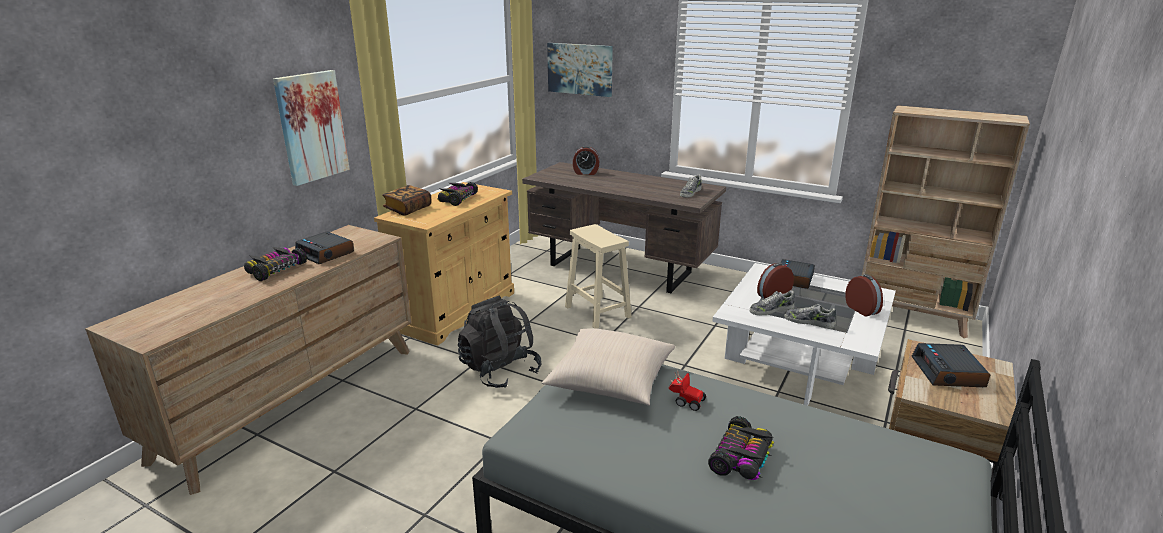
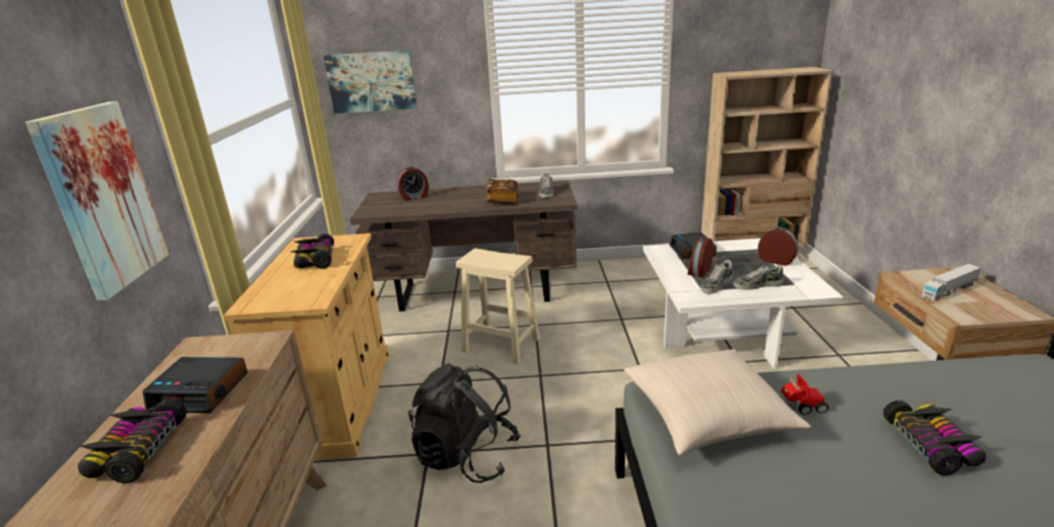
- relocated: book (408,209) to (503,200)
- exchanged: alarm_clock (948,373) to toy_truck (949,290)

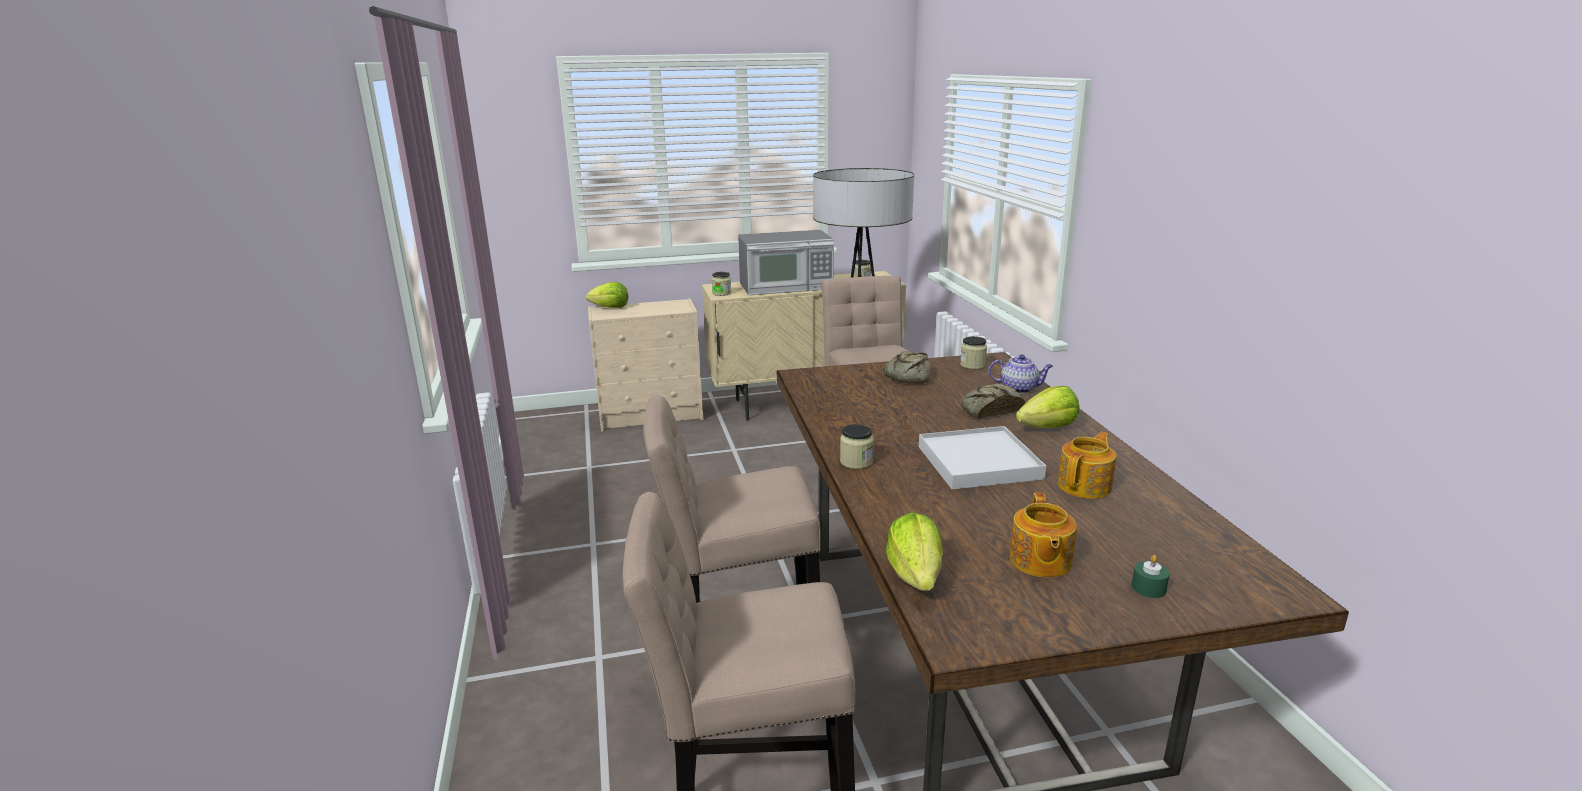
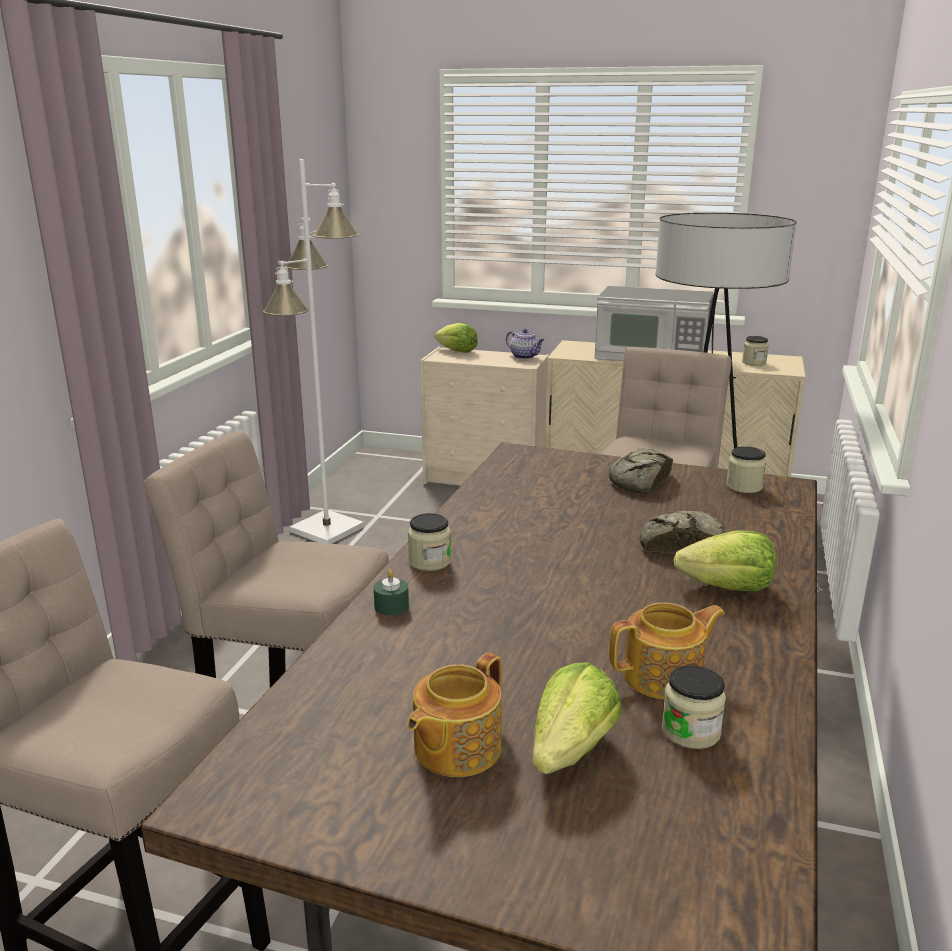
- appeared: white_floor_lamp (327,530)
- relocated: green_candle (1148,588) to (391,606)
- relocated: teapot (1019,389) to (525,356)
- relocated: lettuce (916,576) to (571,751)
- relocated: jar (721,293) to (691,731)
- missing: white_tray (979,462)

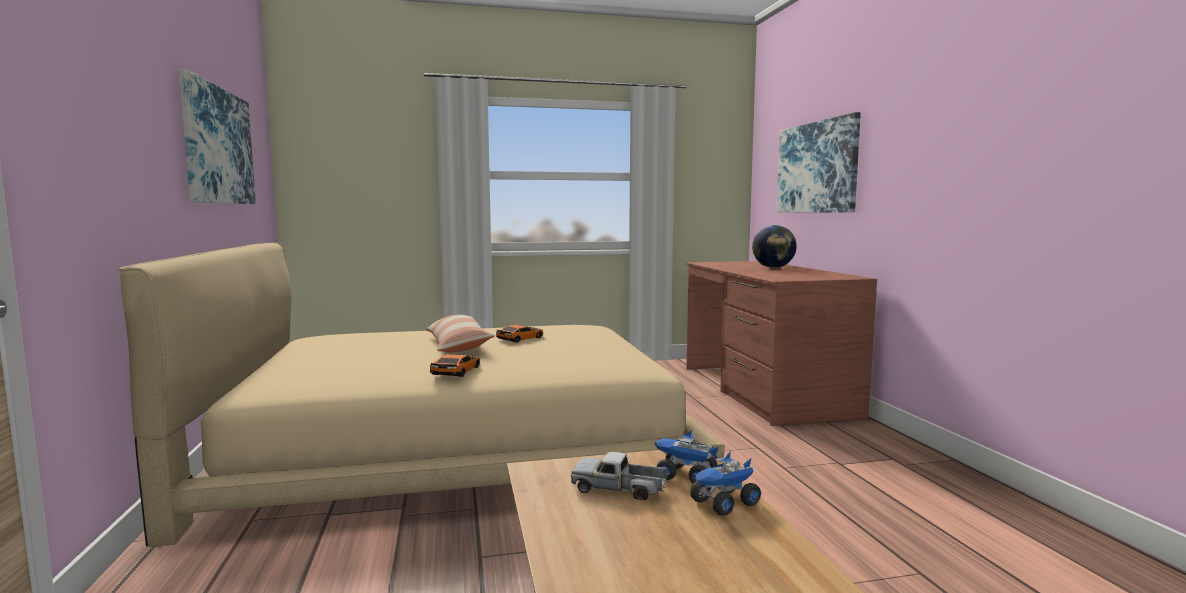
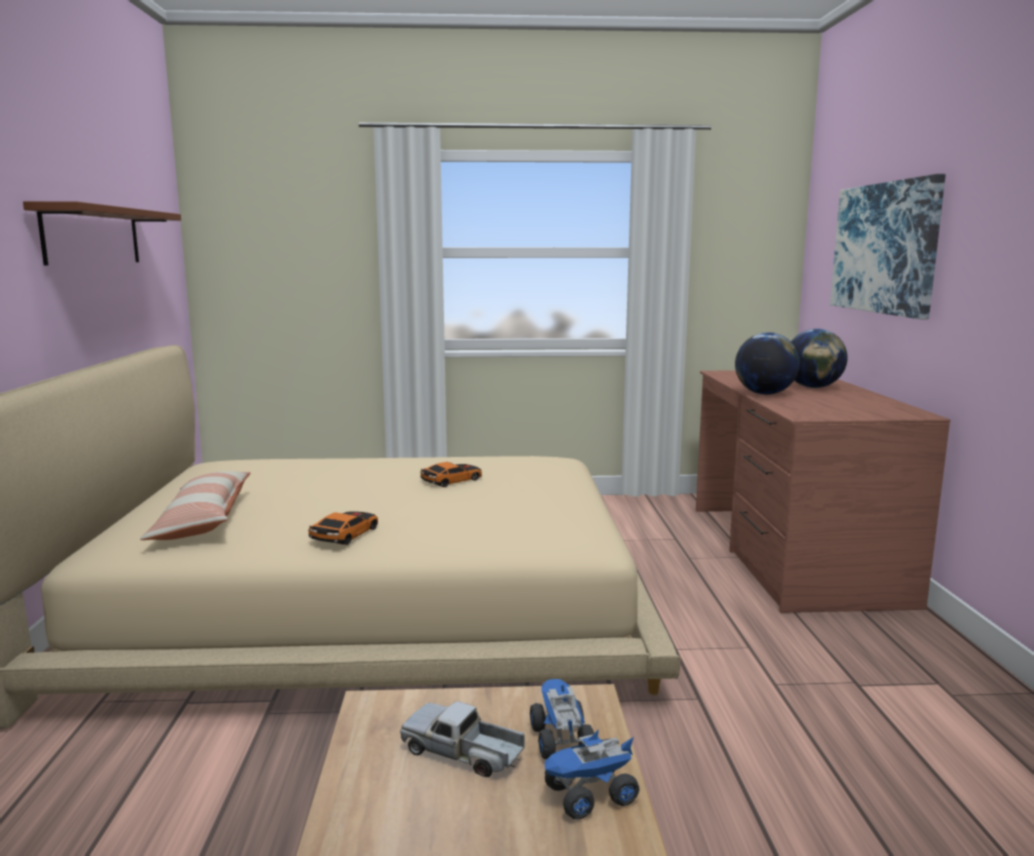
- exchanged: picture (218,146) to brown_shelf (93,236)
- relocated: pillow (457,345) to (203,521)
- spun: toy_truck (685,476) = (560,739) 45 degrees clockwise
- appeared: globe (764,394)

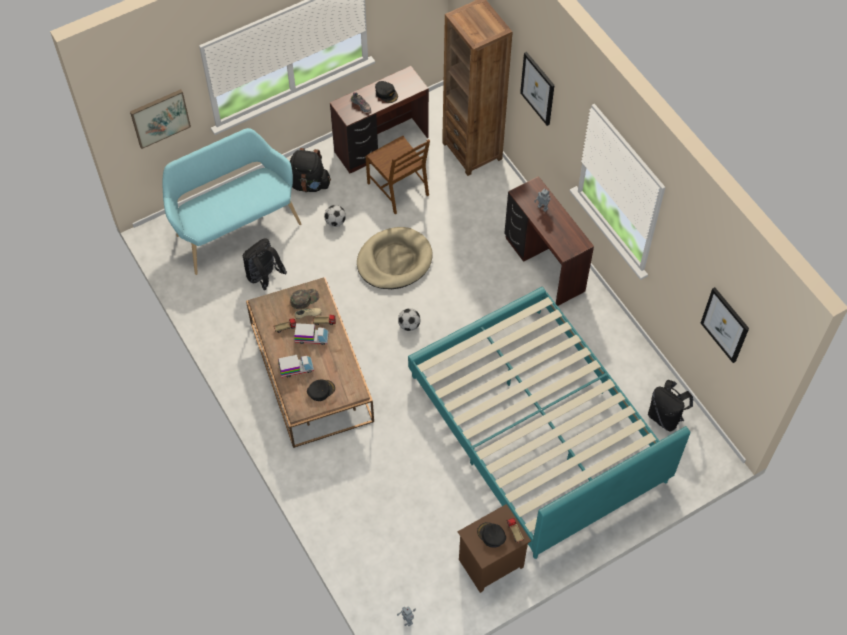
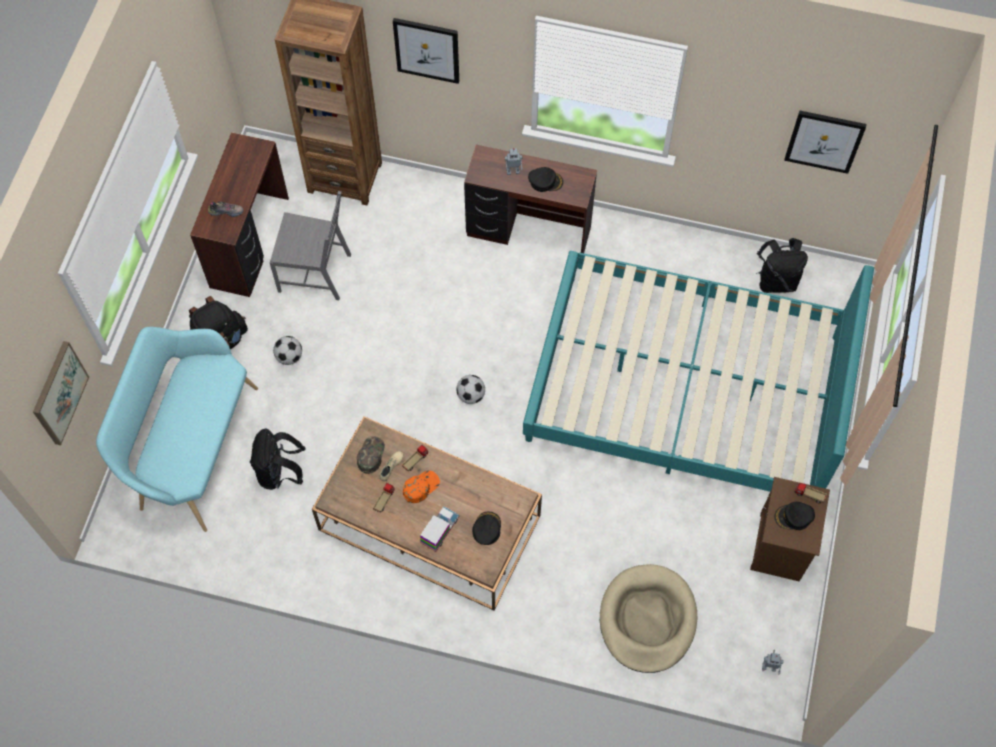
- colour: brown_chair (399,189) to grey_chair (315,272)
- exchanged: toy_truck (311,338) to orange_cap (420,487)
- relocated: black_cap (386,93) to (545,181)
- relocated: beige_dog_bed (394,261) to (647,619)

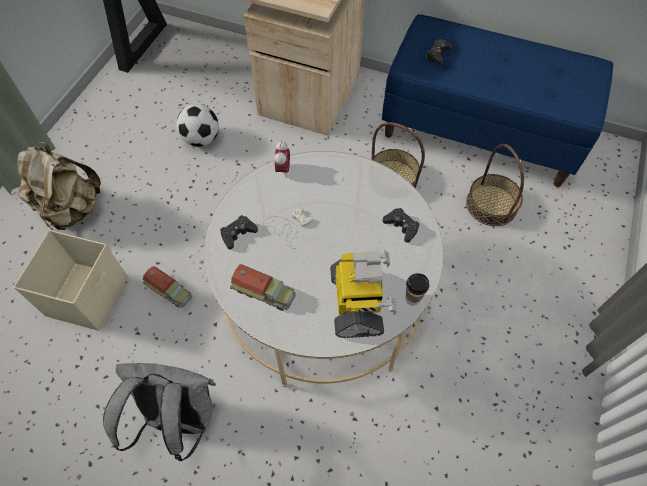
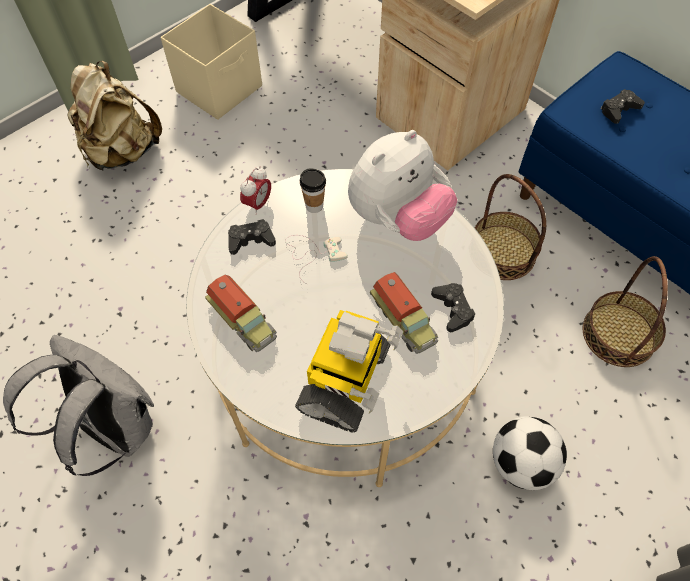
- relocated: beige_storage_box (88,295) to (220,89)
- relocated: alarm_clock (283,169) to (258,204)
- relocated: cup (412,298) to (314,206)
- appeared: plush_toy (398,218)
- relocated: toy_truck (169,291) to (403,320)
- relocated: football (201,139) to (521,463)

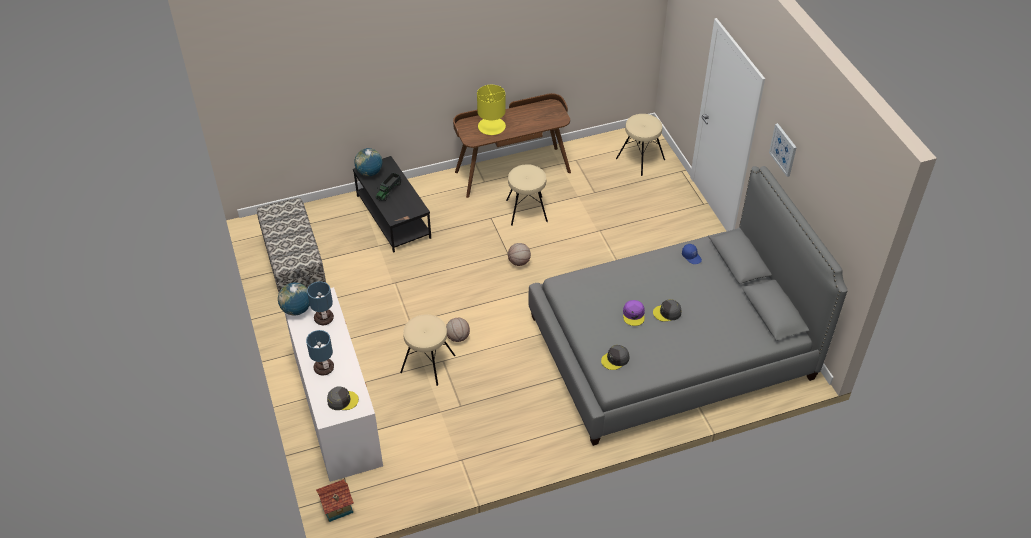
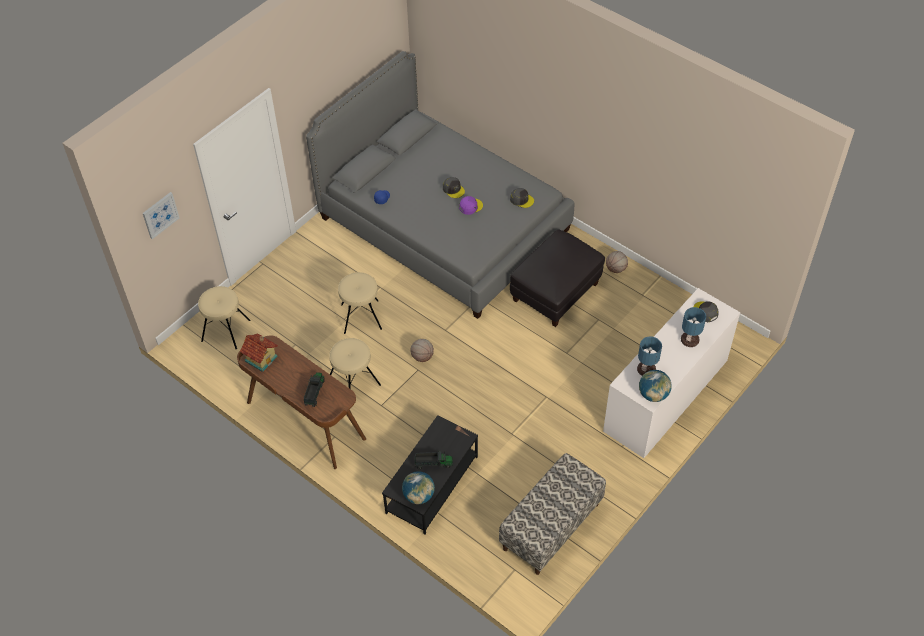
- relocated: picture (783,149) to (160,215)
- relocated: toy_house (337,507) to (261,358)
- exchanged: yellow_table_lamp (491,126) to toy_truck (314,392)
- relocated: beige_stool (428,364) to (361,316)
- appeared: black_ottoman (555,292)
- relocated: basketball (457,337) to (616,269)

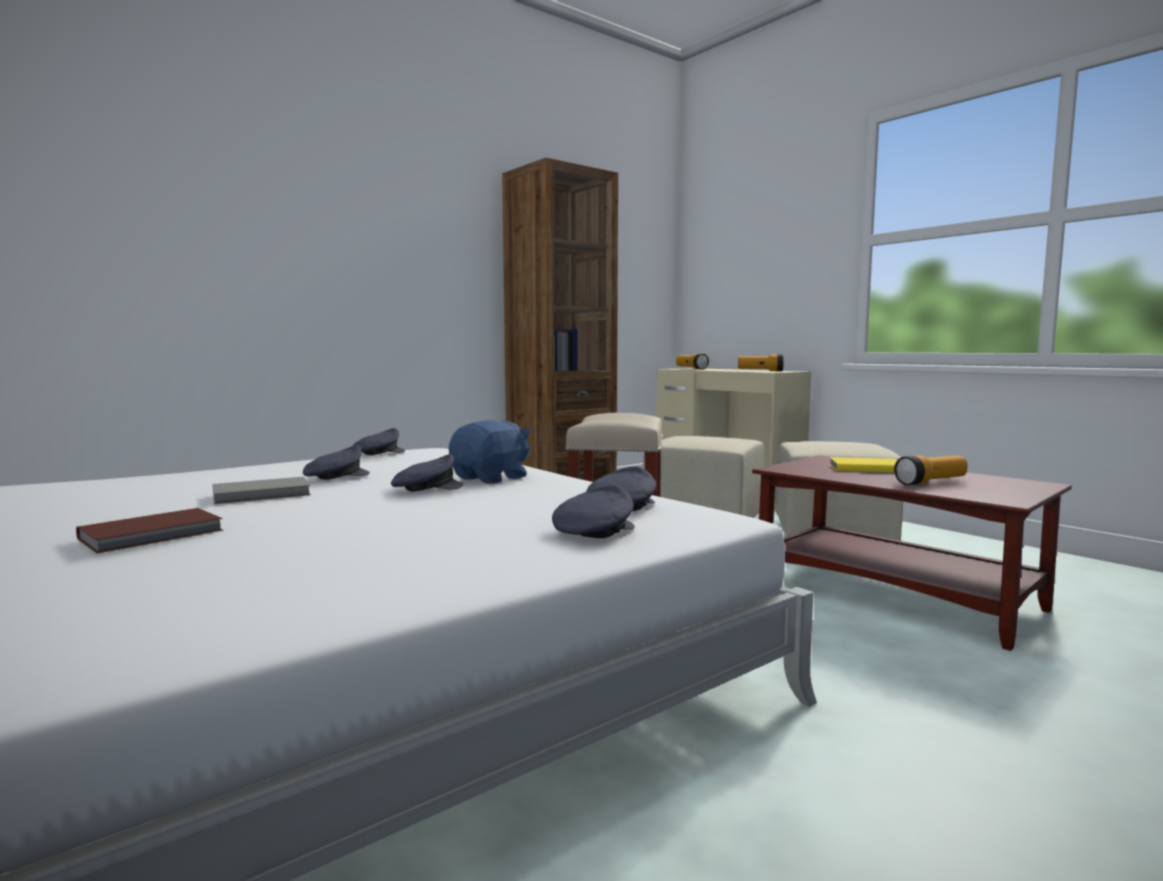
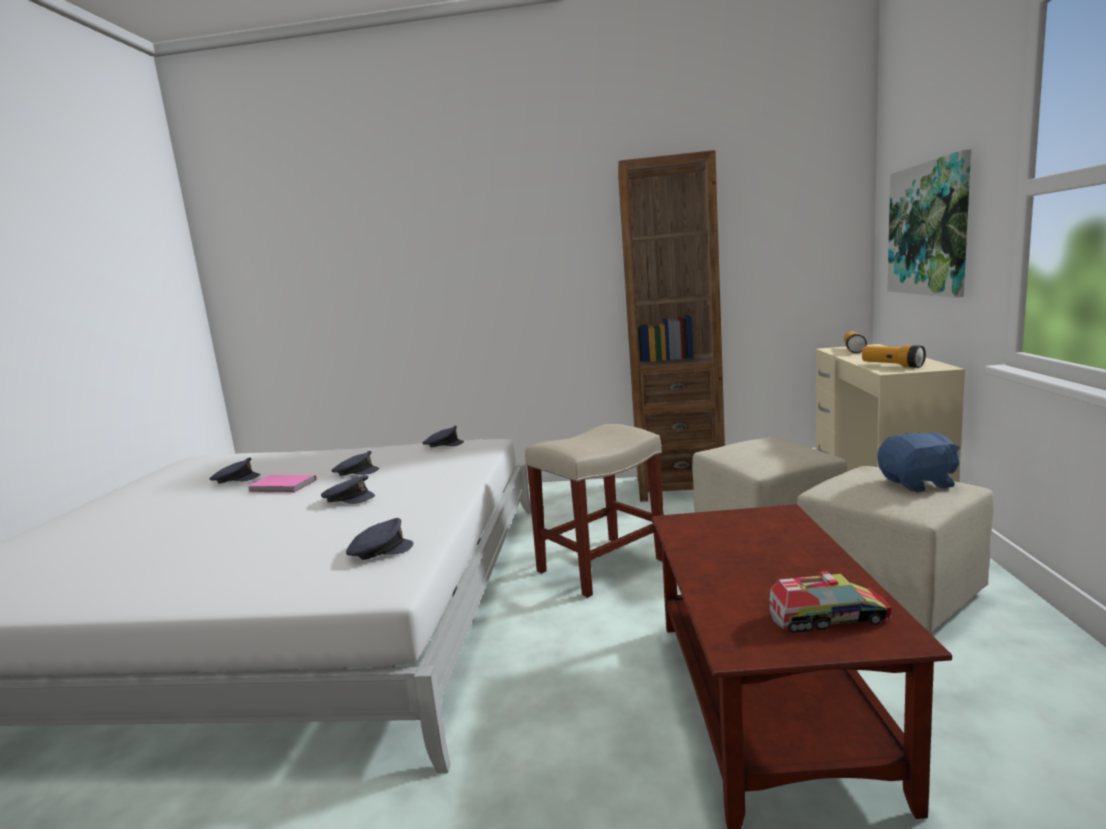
- relocated: grey_cap (594,532) to (235,479)
- colour: grey_book (263,494) to pink_book (282,486)
- appeared: toy_truck (828,618)
- relocated: blue_plush_toy (492,478) to (918,483)
- appeared: picture (929,229)
- missing: brown_book (154,534)
- missing: yellow_book (865,468)
- missing: flashlight (931,482)

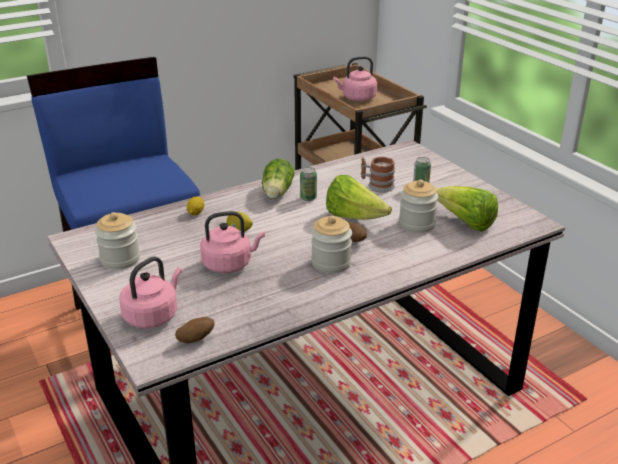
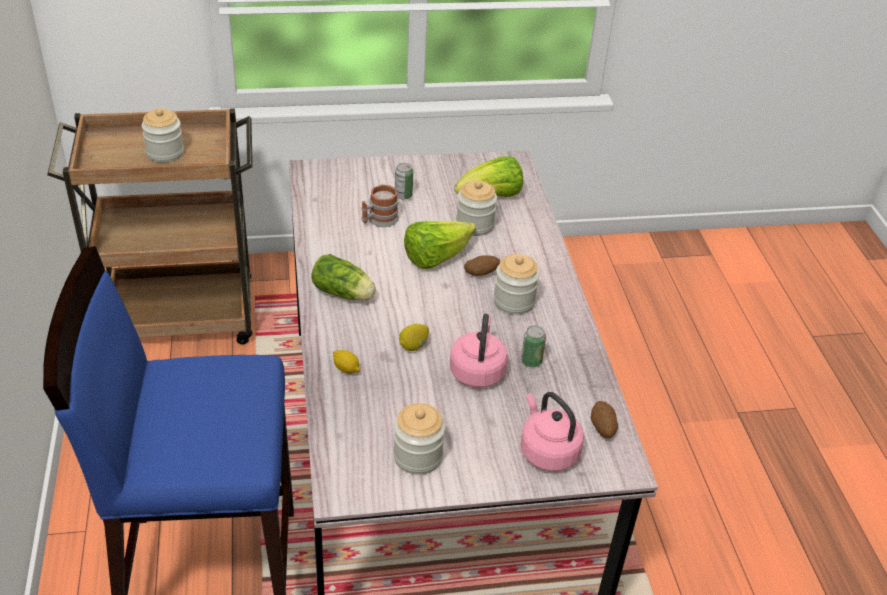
- exchanged: pink_kettle (357,98) to jar (165,153)
- relocated: can (308,198) to (531,361)

